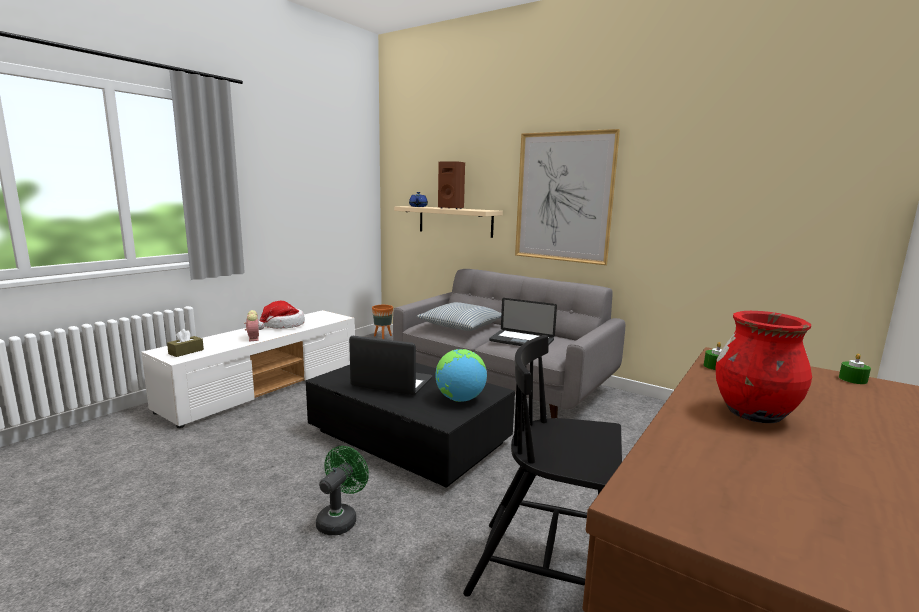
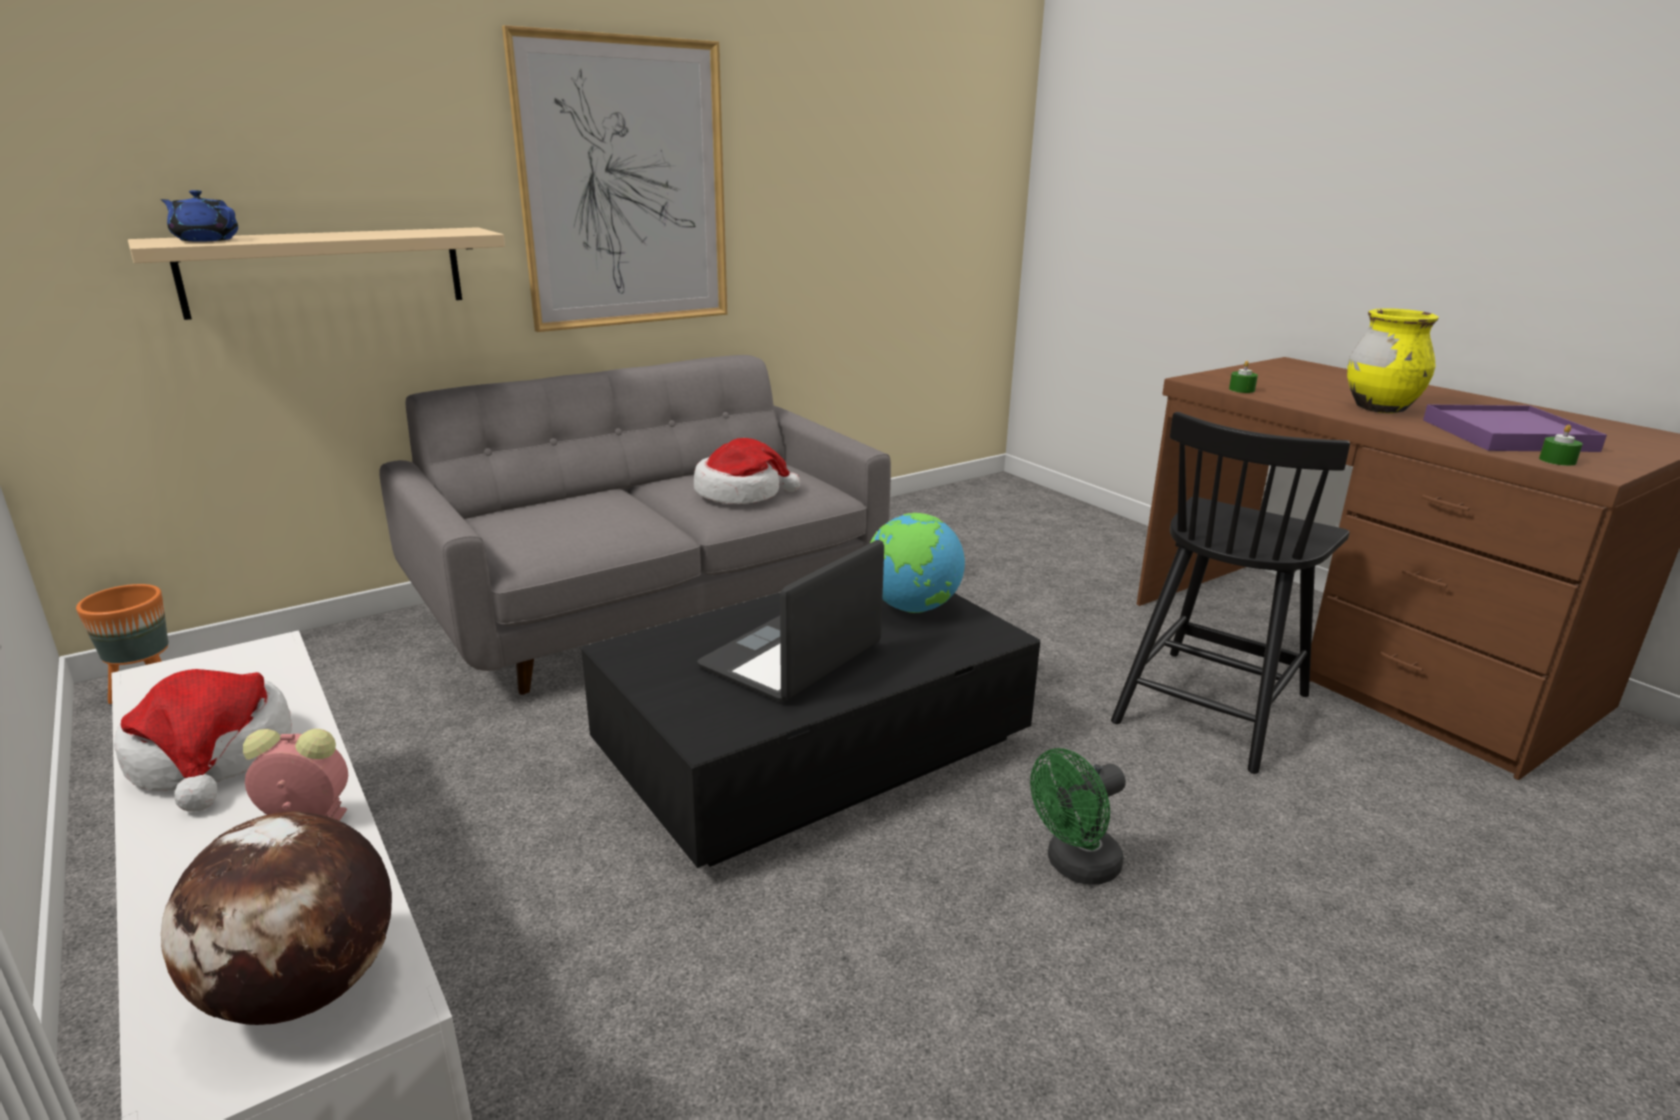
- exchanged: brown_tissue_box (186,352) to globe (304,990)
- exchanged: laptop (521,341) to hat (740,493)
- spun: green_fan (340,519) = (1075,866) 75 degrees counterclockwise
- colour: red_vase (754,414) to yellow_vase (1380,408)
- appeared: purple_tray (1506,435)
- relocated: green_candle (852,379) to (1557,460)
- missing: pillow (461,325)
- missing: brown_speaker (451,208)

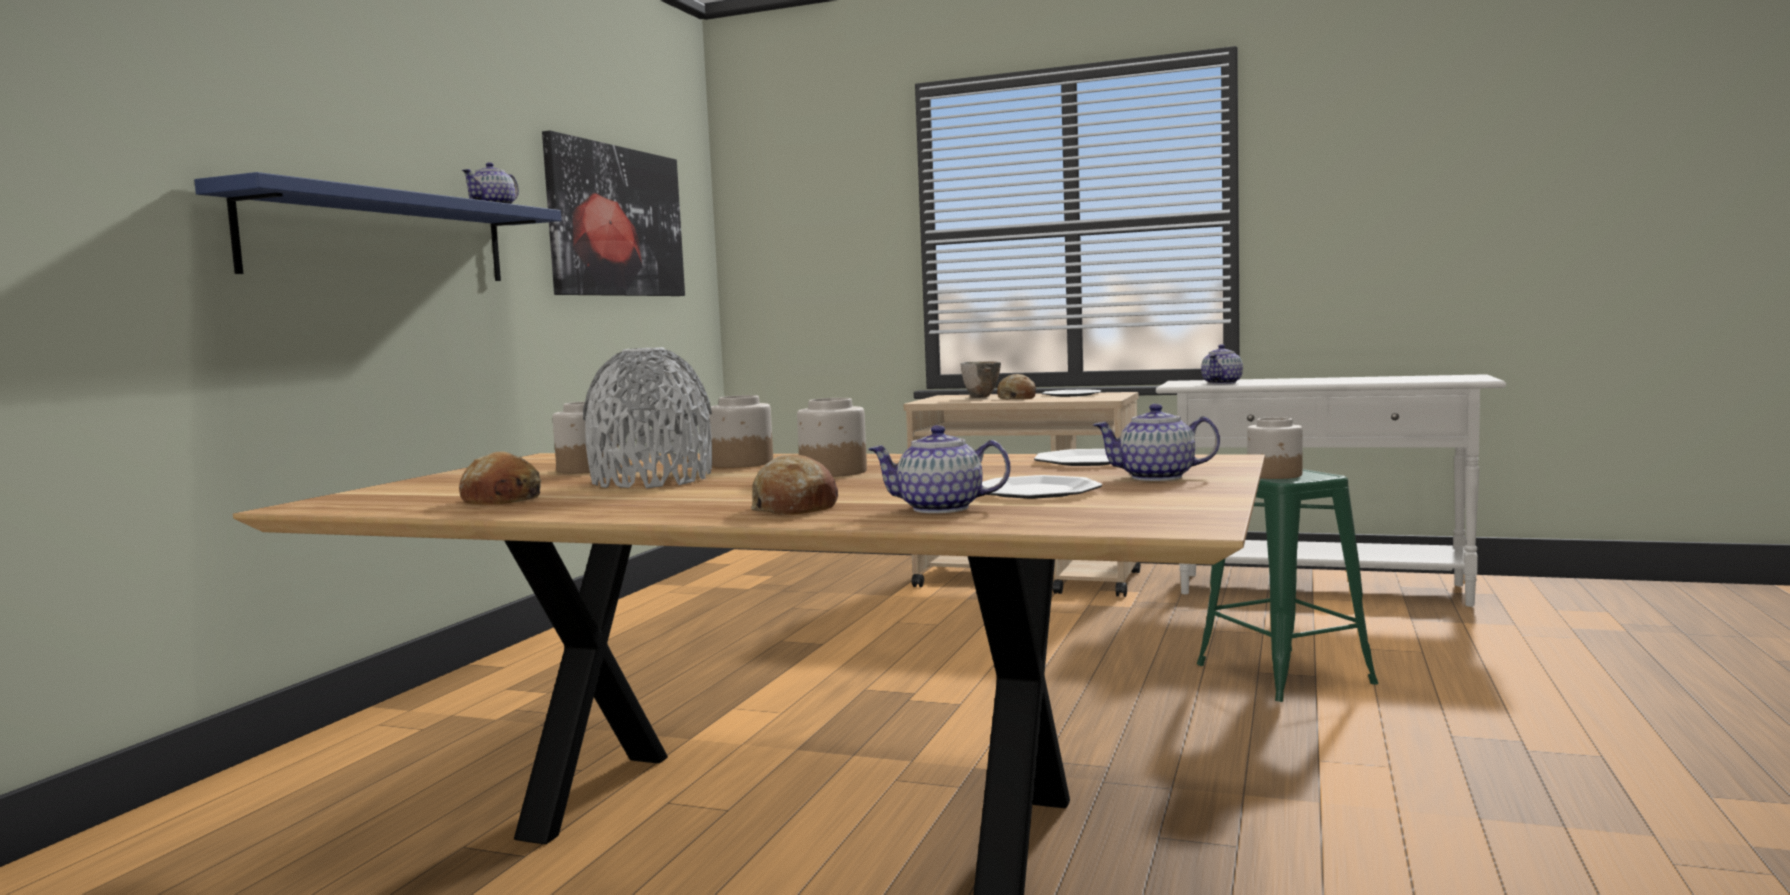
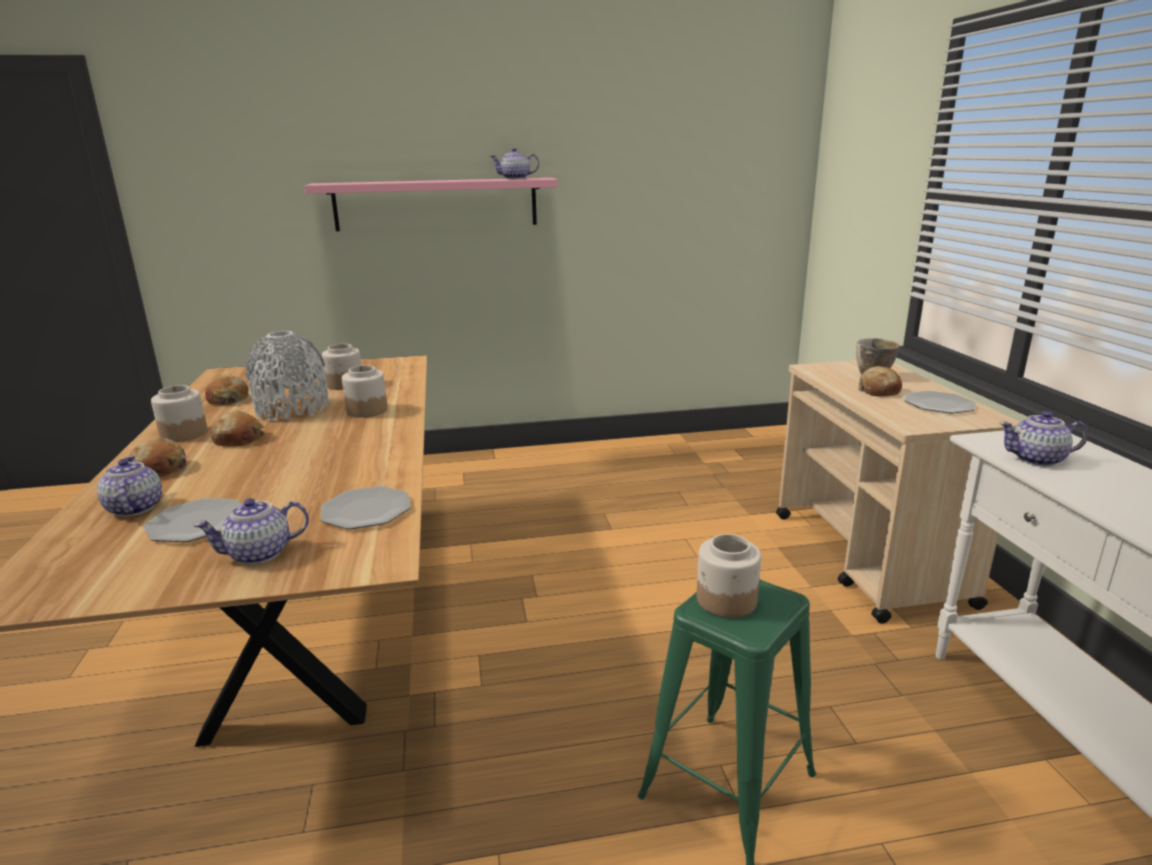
- relocated: jar (832,472) to (184,434)
- spun: teapot (1157,477) = (260,553) 90 degrees counterclockwise
- appeared: bread (239,439)
- colour: blue_shelf (381,238) to pink_shelf (436,204)
- missing: picture (616,221)

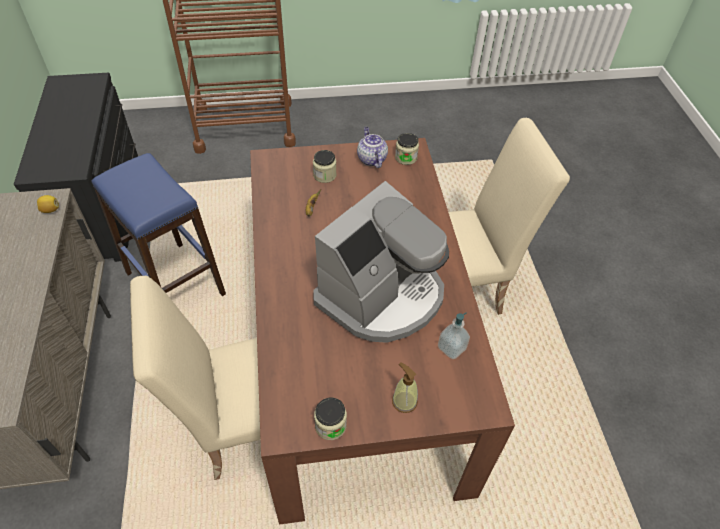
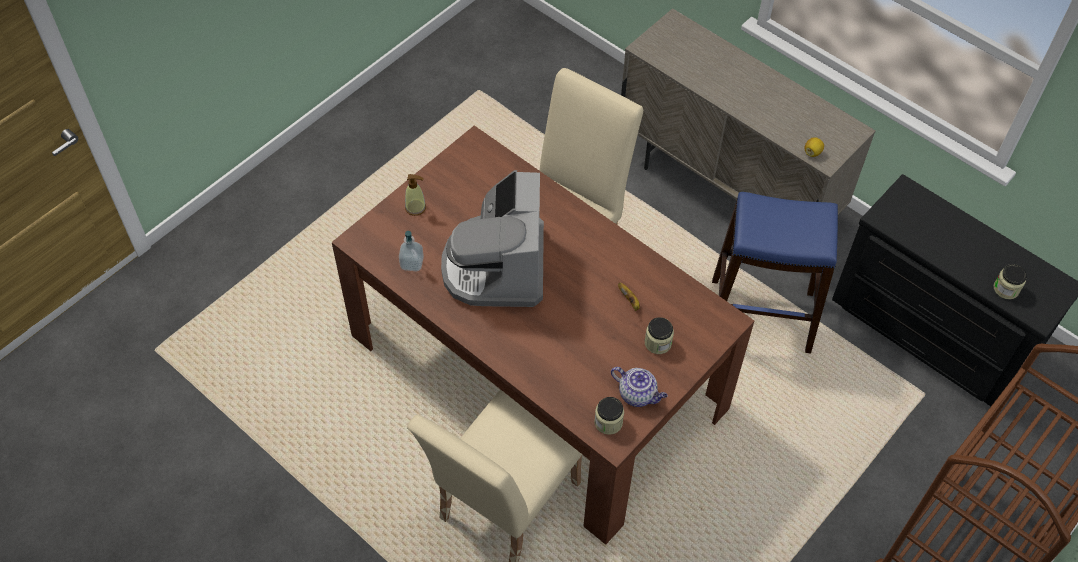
- relocated: jar (330,425) to (1006,289)

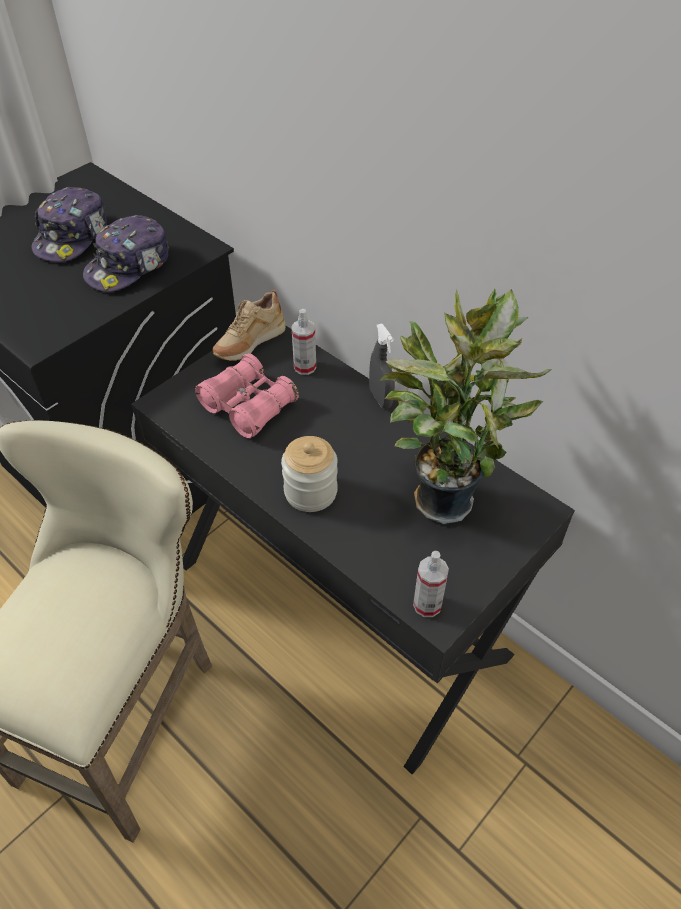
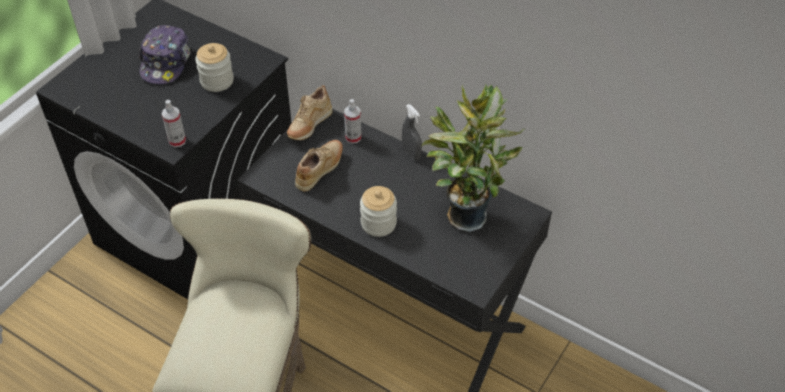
- relocated: spray_bottle (427,604) to (177,141)
- exchanged: cap (129,266) to jar (217,81)
- exchanged: pink_binoculars (248,406) to beige_shoe (320,171)

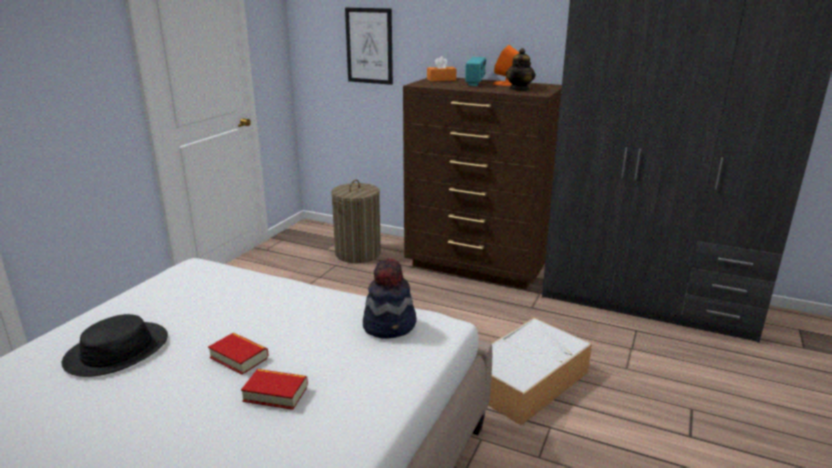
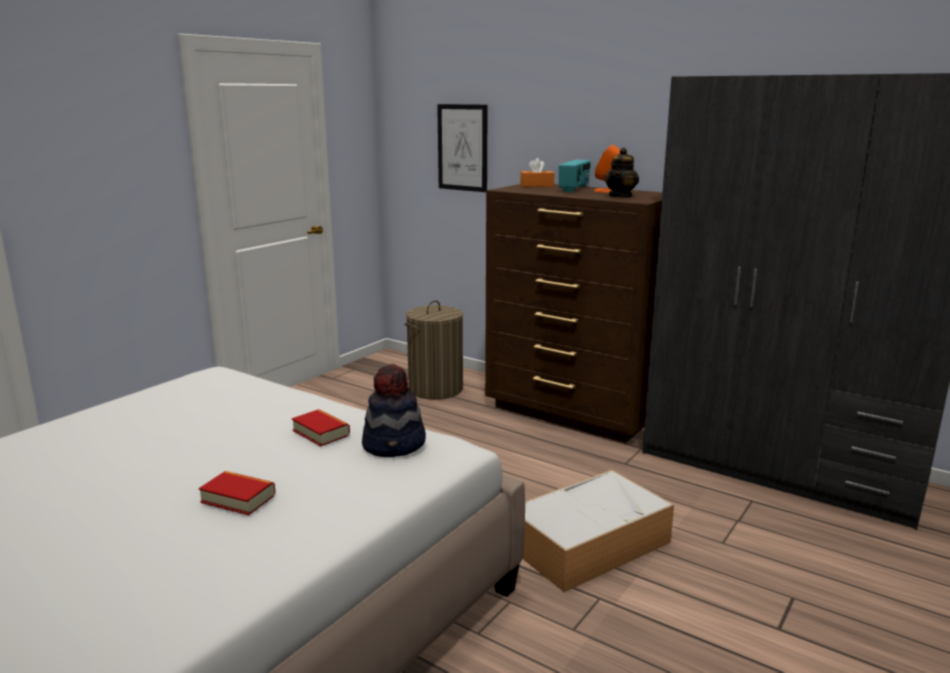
- relocated: book (239,357) to (321,433)
- missing: black_hat (117,350)

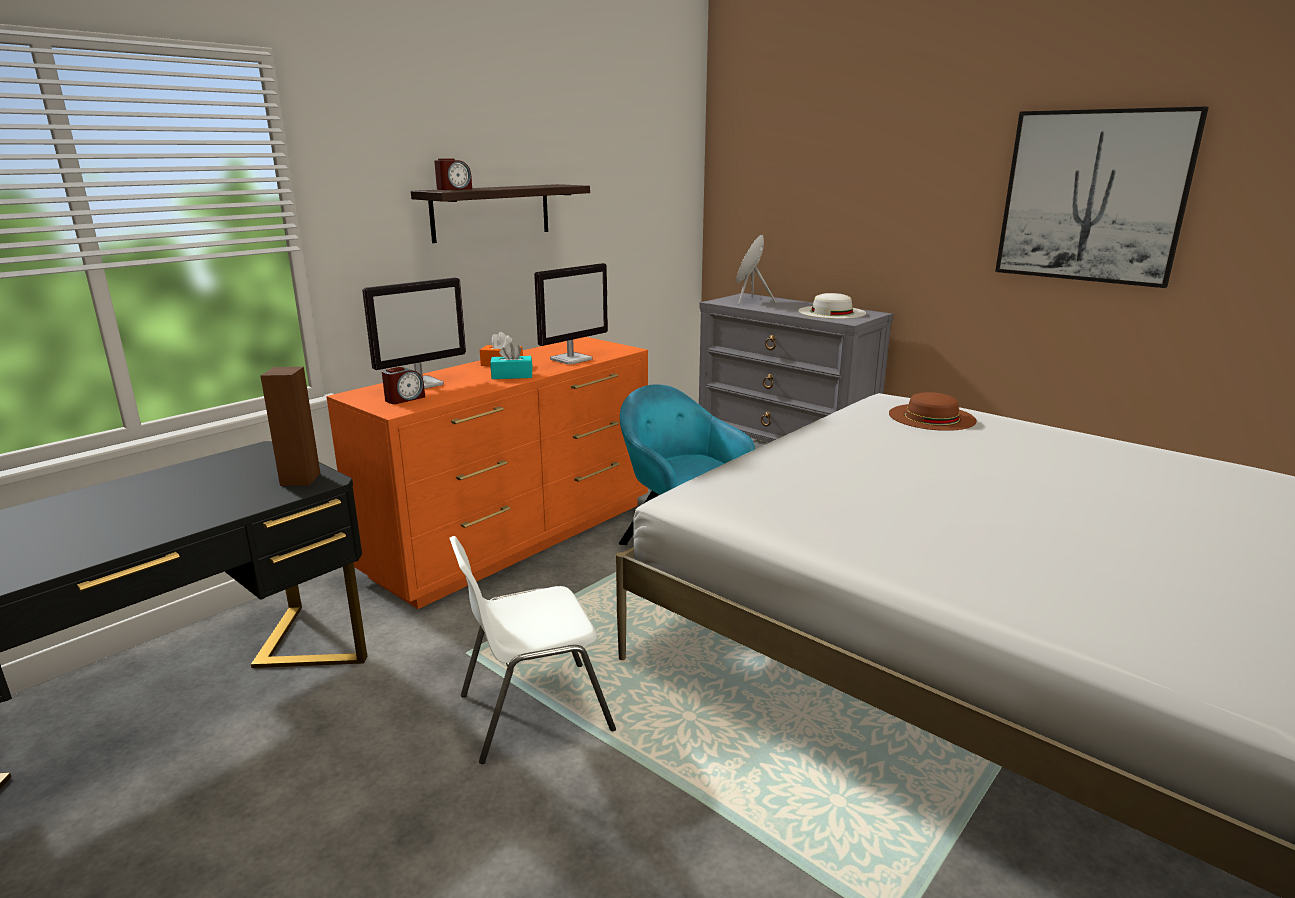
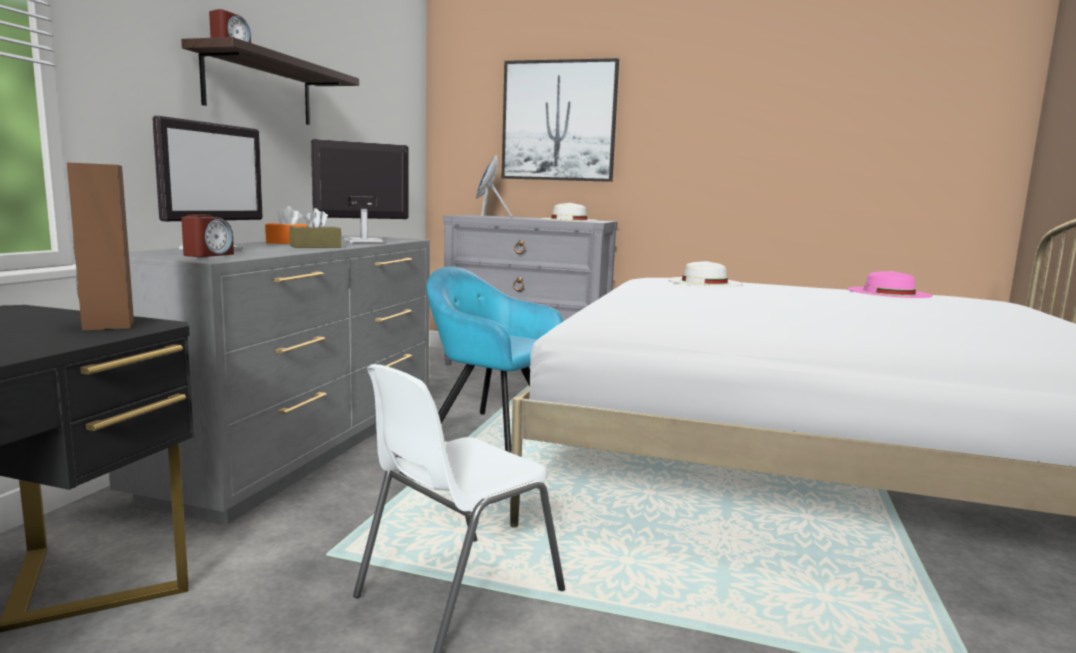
- colour: orange_dresser (517,538) to grey_dresser (307,445)
- colour: turquoise_tissue_box (512,375) to brown_tissue_box (315,247)
- spun: monitor (571,359) = (363,241) 135 degrees counterclockwise
- relocated: picture (1092,197) to (559,121)
- colour: brown_hat (931,417) to white_hat (704,282)
- appeared: pink_hat (889,292)

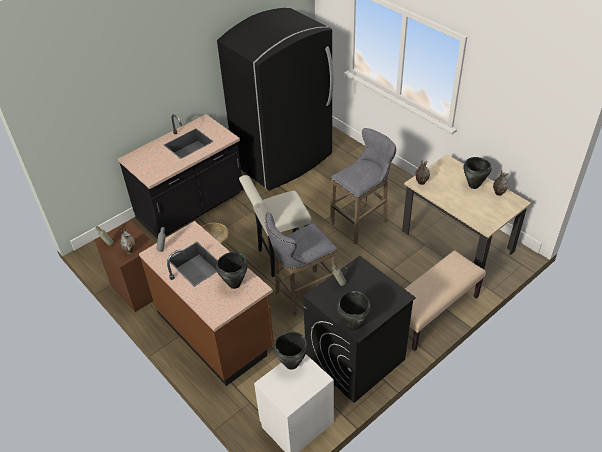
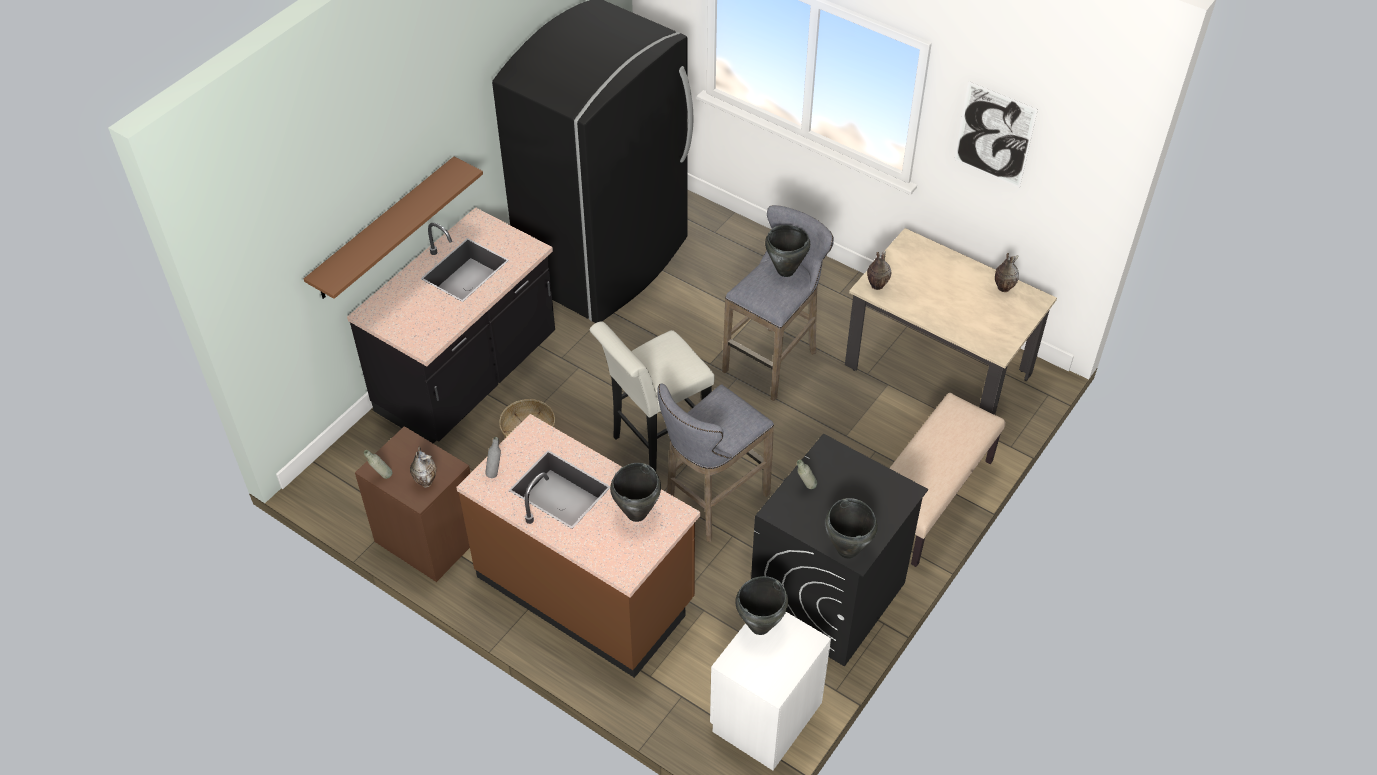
- appeared: brown_shelf (384,229)
- relocated: black_cooking_pot (474,185) to (786,271)
- appeared: picture (994,135)

